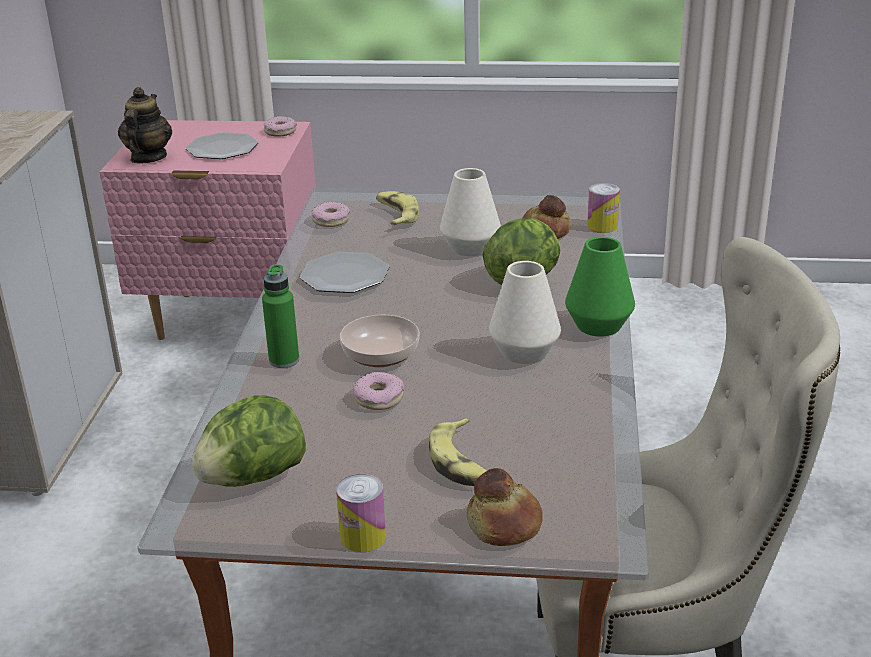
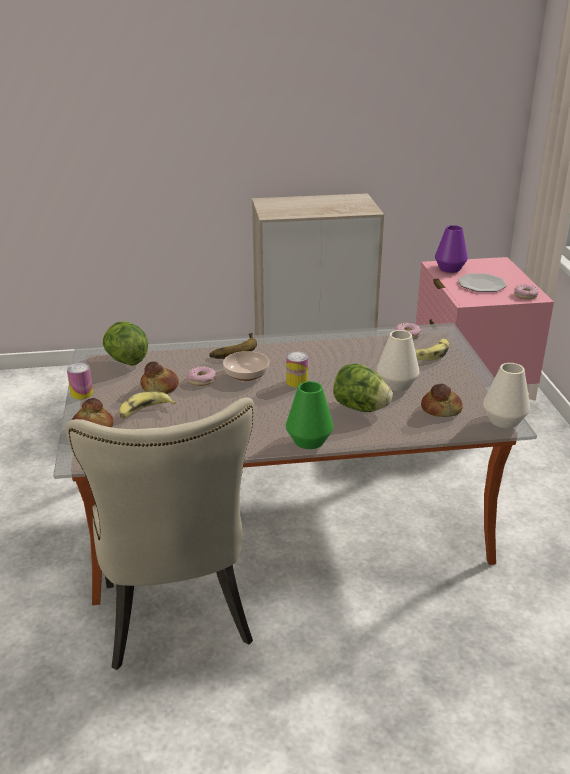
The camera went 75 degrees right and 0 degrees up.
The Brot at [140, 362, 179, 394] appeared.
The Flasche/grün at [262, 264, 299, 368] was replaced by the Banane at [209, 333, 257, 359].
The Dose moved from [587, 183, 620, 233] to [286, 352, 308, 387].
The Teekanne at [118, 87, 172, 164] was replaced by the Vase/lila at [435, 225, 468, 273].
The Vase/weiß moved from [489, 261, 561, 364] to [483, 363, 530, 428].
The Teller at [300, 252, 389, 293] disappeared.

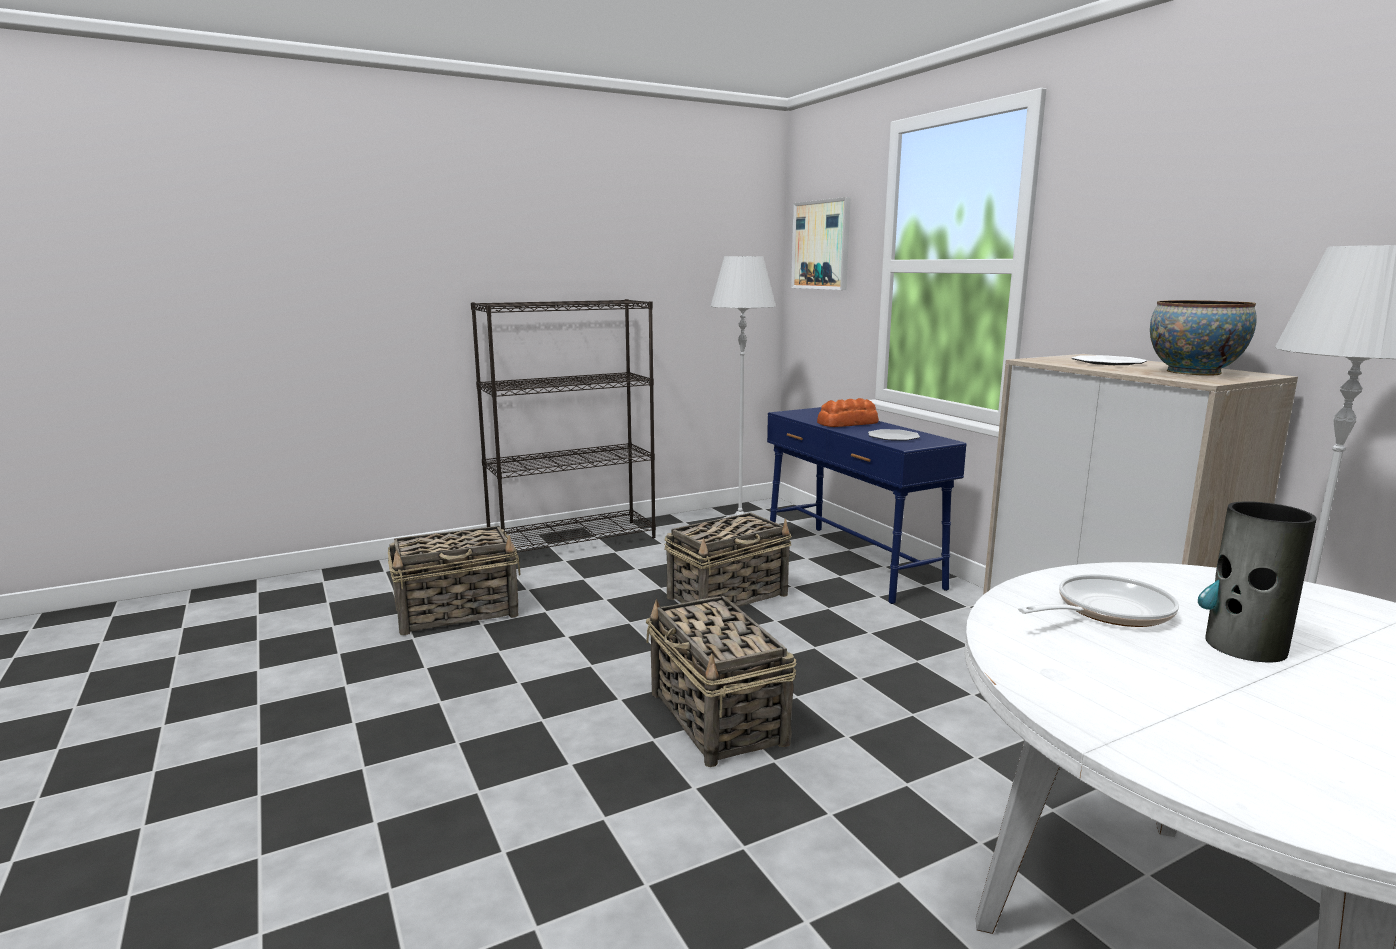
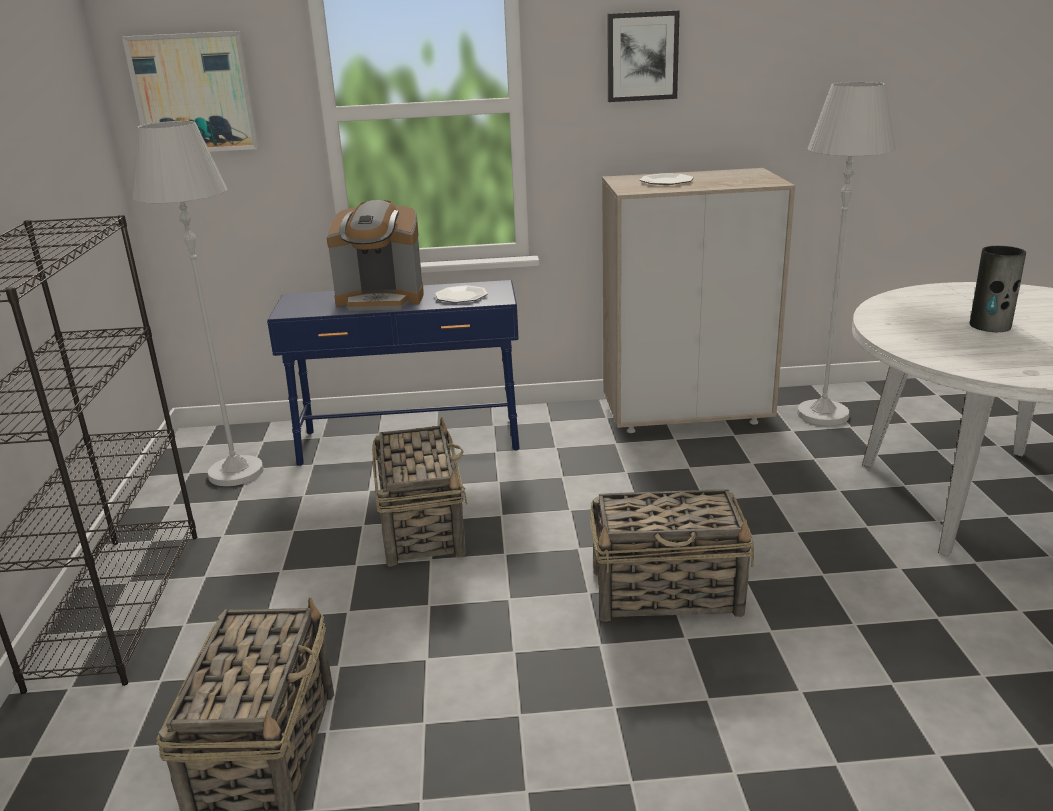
The camera went 65 degrees left and 10 degrees up.
The Brot at [817, 398, 879, 427] was replaced by the Kaffeemaschine at [327, 200, 424, 311].
The Bild at [608, 10, 680, 102] appeared.
The Pfanne at [1018, 574, 1179, 627] disappeared.
The Schüssel at [1150, 300, 1257, 375] disappeared.

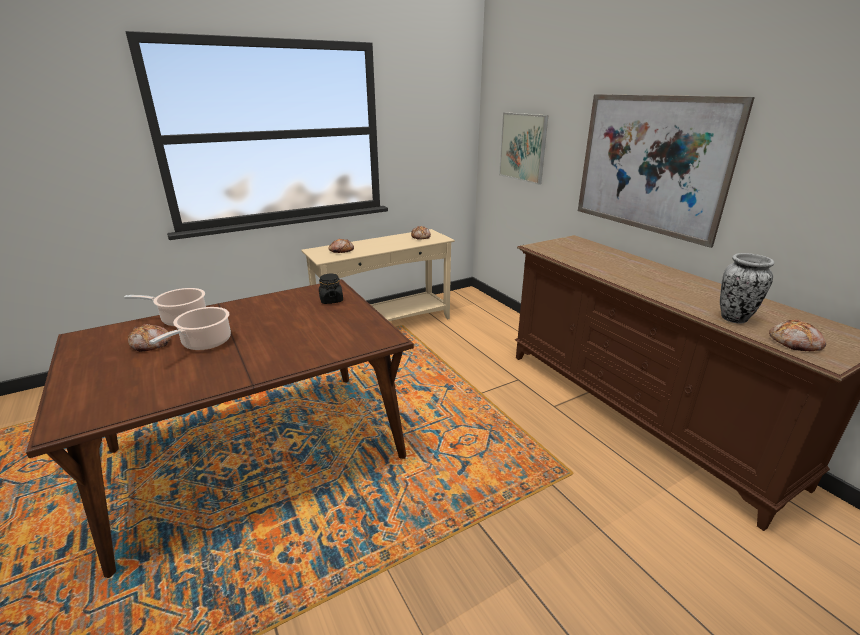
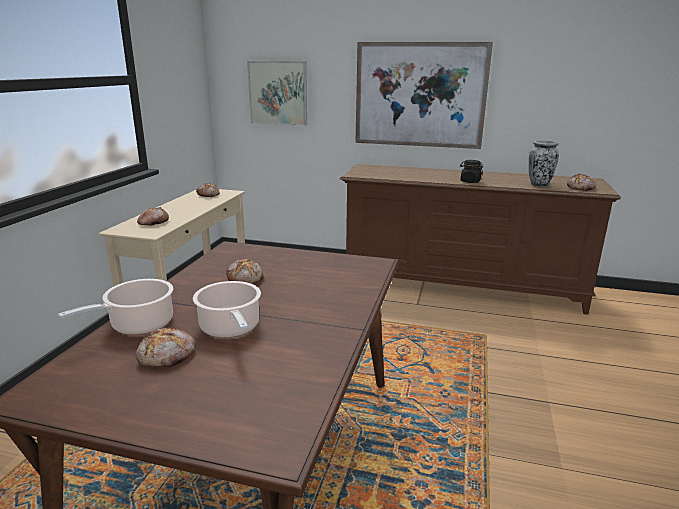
The camera went 45 degrees left and 5 degrees down.
The Brot at [226, 259, 263, 284] appeared.
The Vorratsglas/schwarz moved from [319, 274, 343, 304] to [460, 160, 483, 183].

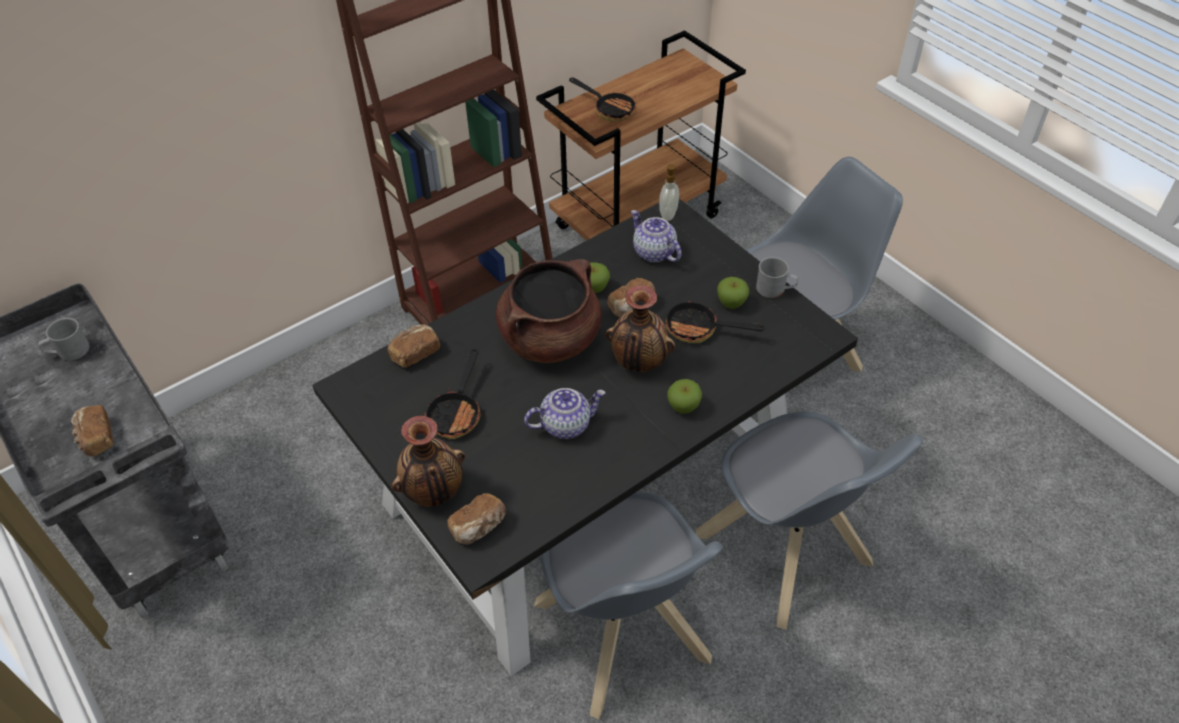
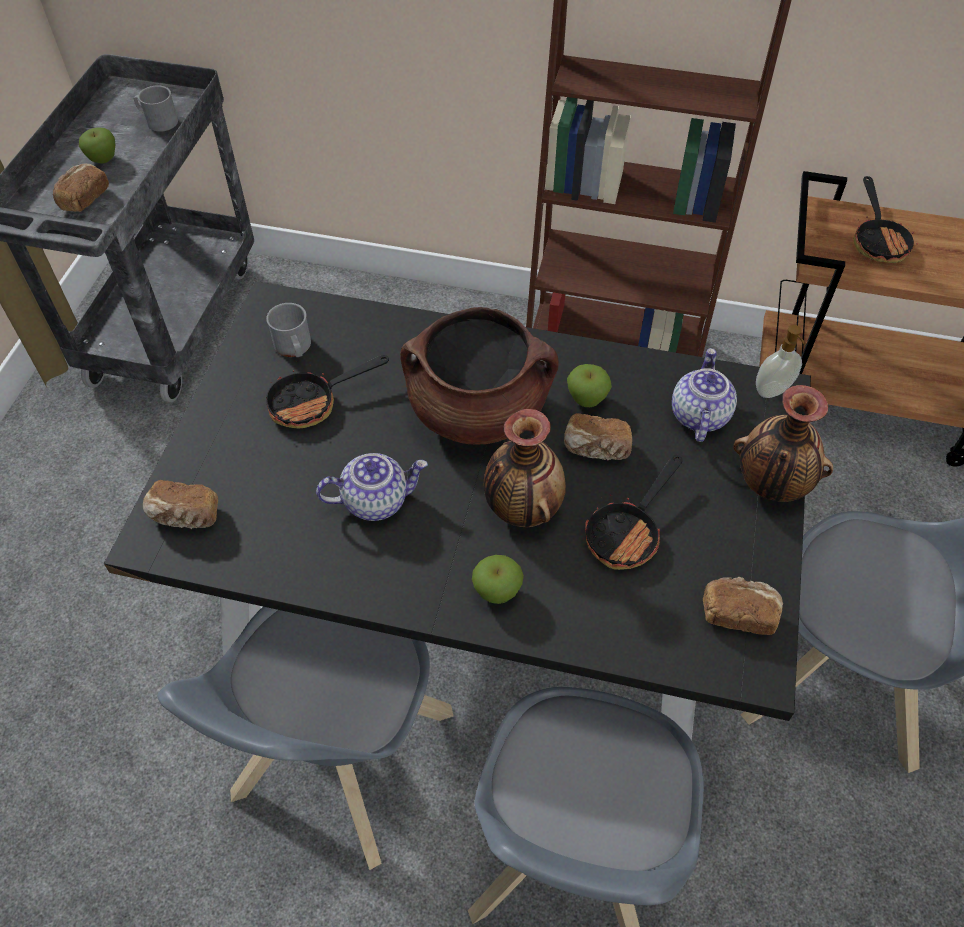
The camera went 50 degrees right and 5 degrees up.
The Apfel moved from [717, 277, 749, 309] to [79, 127, 116, 163].
The Henkelbecher/grau moved from [756, 257, 798, 298] to [266, 303, 311, 357].
The Teekanne at [524, 388, 605, 439] turned 45 degrees counterclockwise.
The Pfanne at [665, 300, 765, 343] turned 120 degrees counterclockwise.
The Brot moved from [387, 324, 440, 368] to [703, 577, 783, 635].
The Vase moved from [392, 416, 465, 506] to [733, 385, 833, 502].

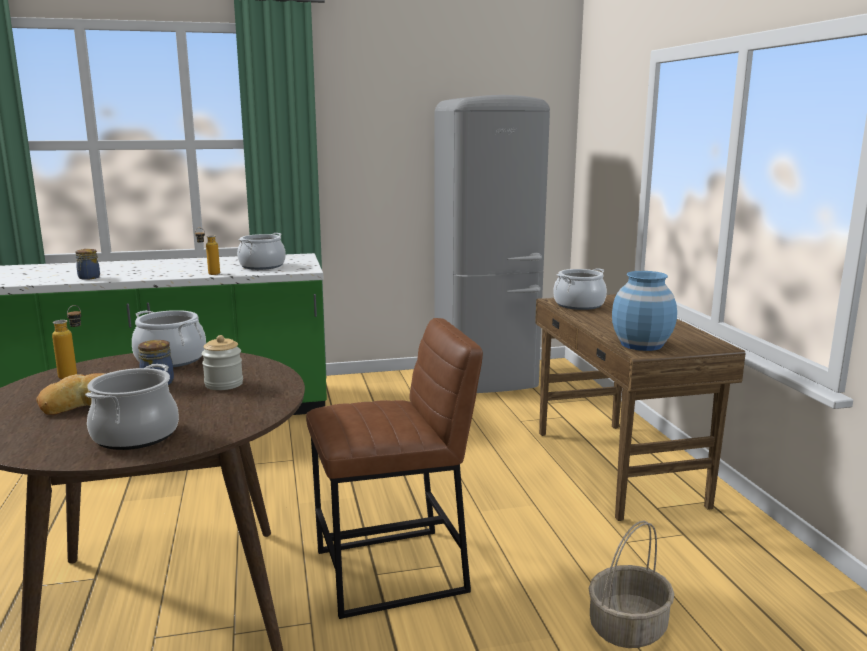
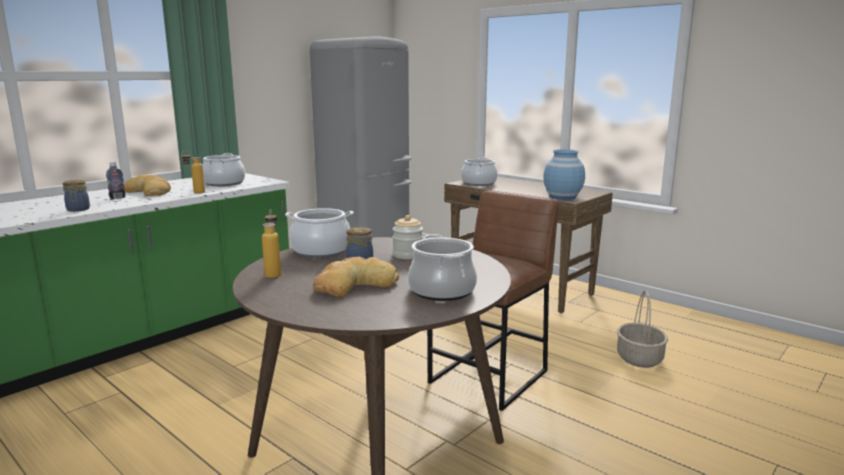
The camera went 35 degrees left and 0 degrees up.
The Flasche at [106, 162, 126, 199] appeared.
The Brot at [124, 175, 171, 196] appeared.

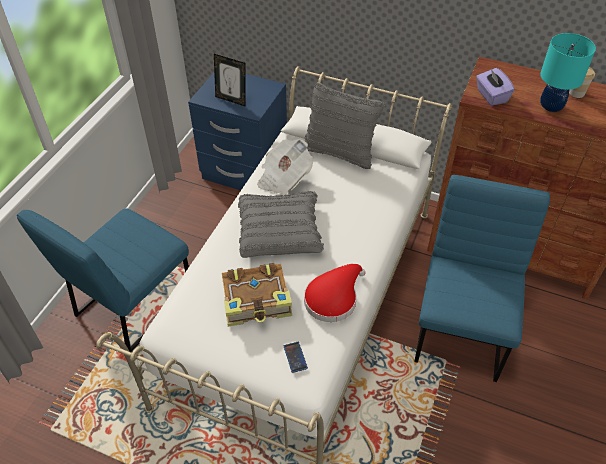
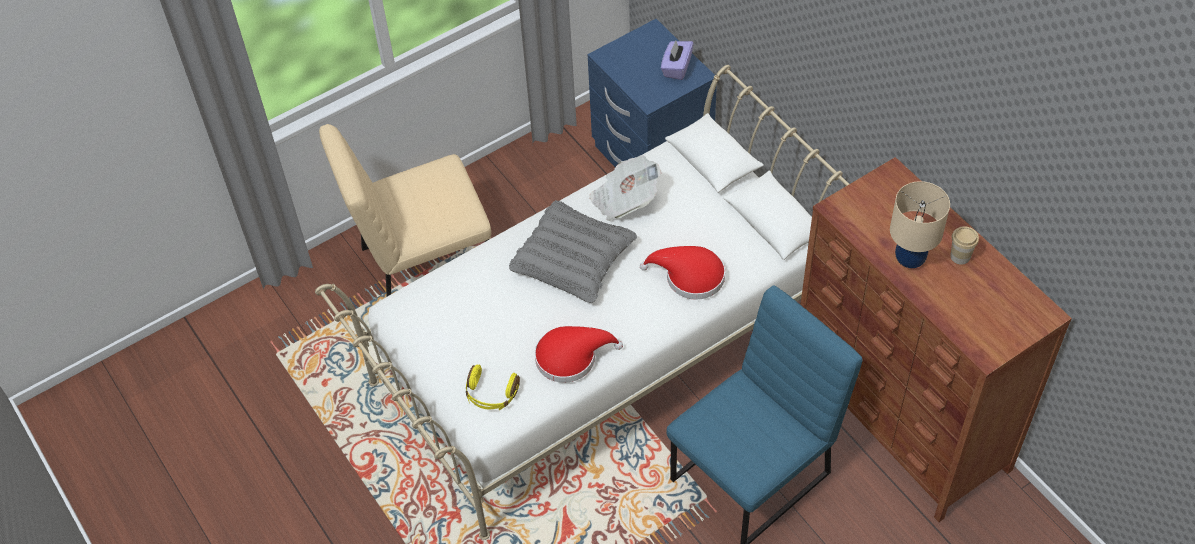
The camera went 35 degrees right and 5 degrees up.
The Stuhl/blau at [17, 209, 189, 352] became the Stuhl/beige at [319, 124, 491, 297].
The Handy at [284, 342, 308, 373] was replaced by the Kopfhörer/gelb at [466, 365, 520, 410].
The Hut/rot at [640, 246, 725, 300] appeared.
The Taschentuchbox/lila moved from [476, 68, 515, 106] to [661, 40, 694, 80].
The Tischlampe/türkis at [540, 33, 596, 112] became the Tischlampe/beige at [890, 181, 950, 268].
The Bilderrahmen at [214, 54, 246, 107] disappeared.
The Buch at [222, 263, 292, 326] disappeared.
The Kissen/grau at [305, 83, 386, 169] disappeared.

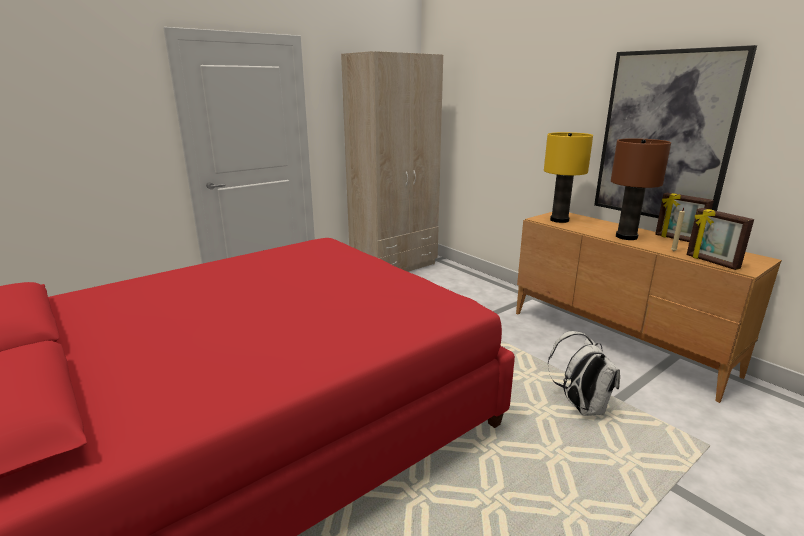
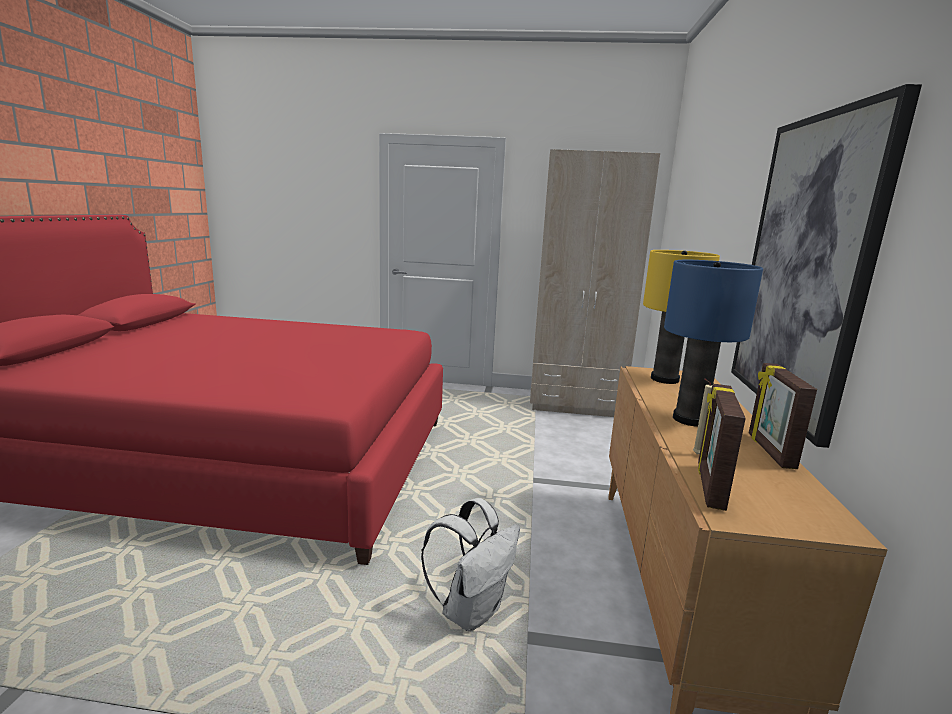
The camera went 45 degrees right and 5 degrees down.
The Tischlampe/braun at [611, 138, 671, 240] became the Tischlampe/blau at [664, 260, 763, 427].

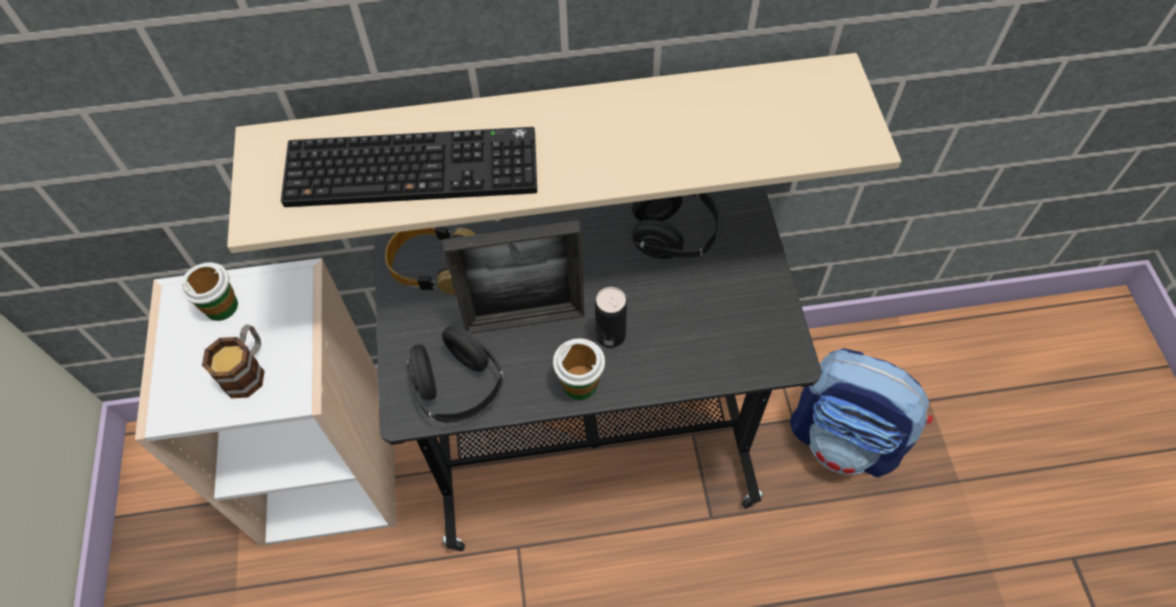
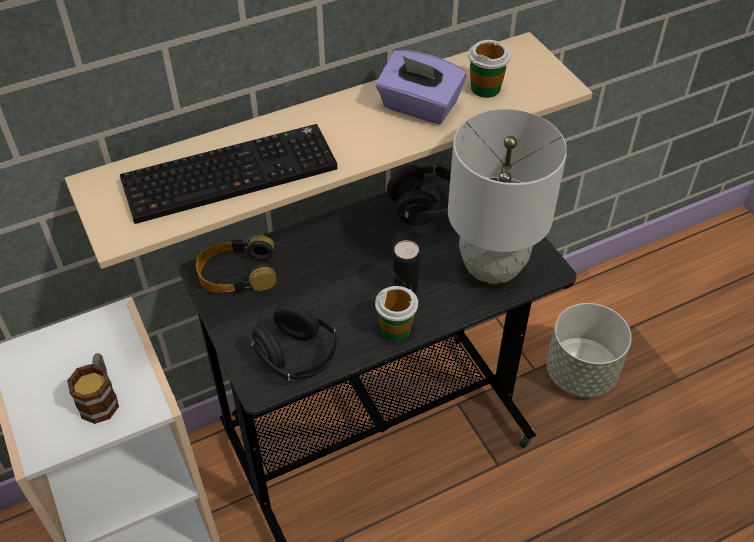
The camera went 20 degrees left and 10 degrees down.
The Taschentuchbox/lila at [376, 50, 467, 124] appeared.
The Tischlampe/weiß at [448, 109, 567, 289] appeared.
The Tasse moved from [180, 262, 238, 321] to [468, 40, 511, 98].
The Rucksack at [790, 348, 933, 477] was replaced by the Pflanzkübel/grau at [546, 303, 632, 398].
The Bilderrahmen at [443, 220, 584, 334] disappeared.

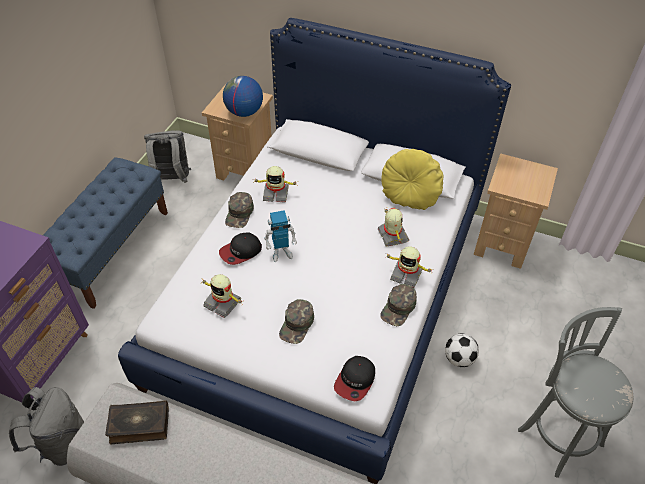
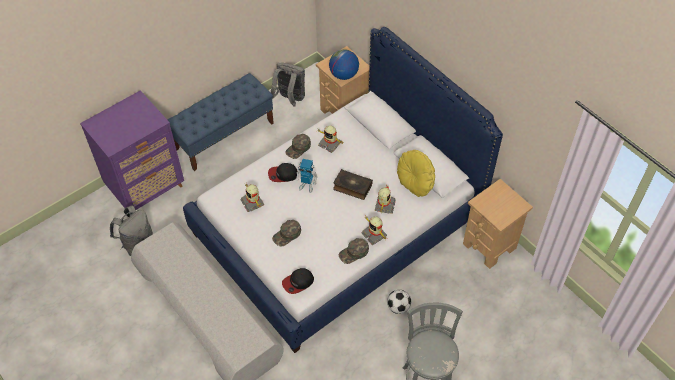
The camera went 30 degrees right and 5 degrees up.
The Buch moved from [105, 400, 169, 444] to [333, 169, 373, 200].

